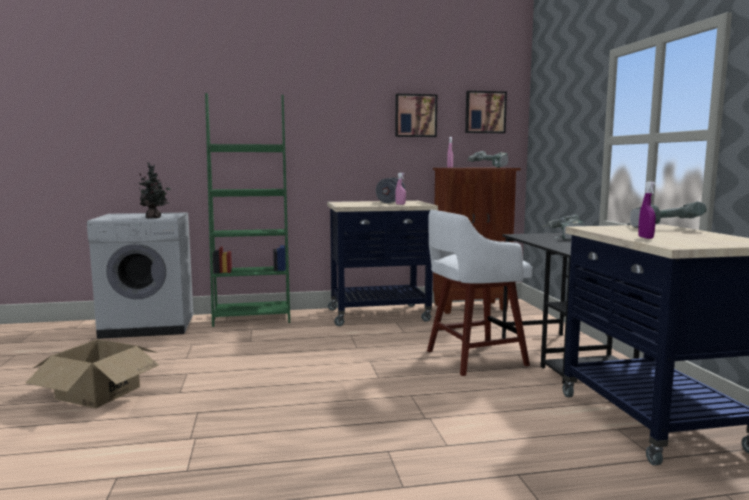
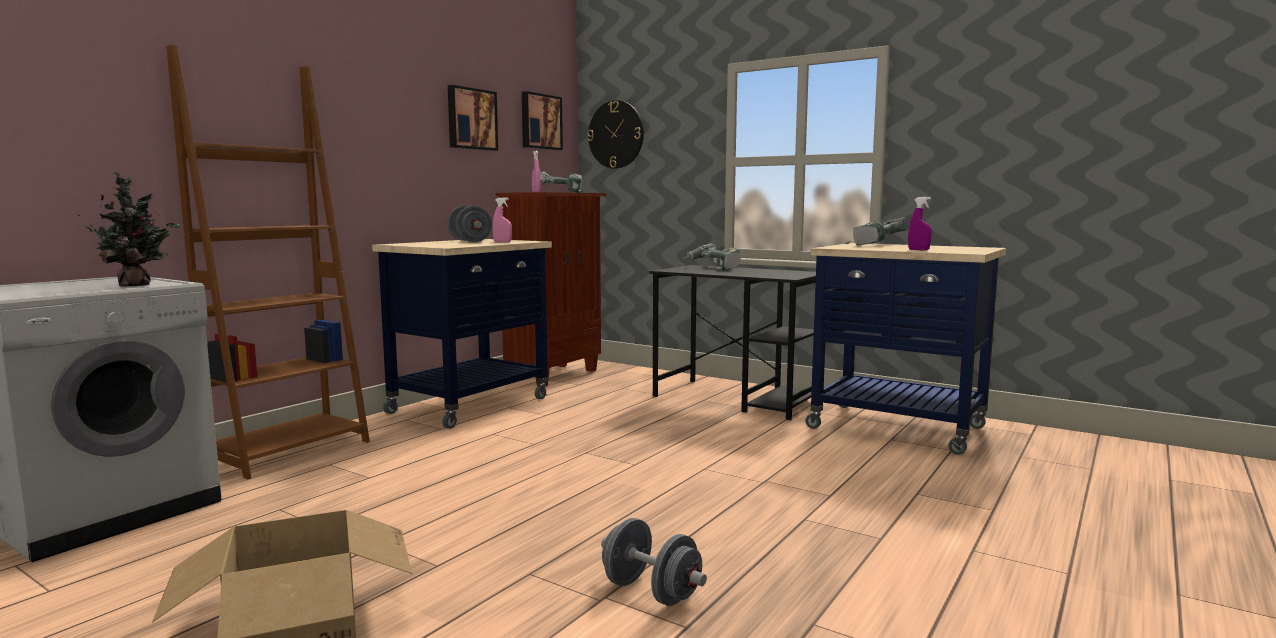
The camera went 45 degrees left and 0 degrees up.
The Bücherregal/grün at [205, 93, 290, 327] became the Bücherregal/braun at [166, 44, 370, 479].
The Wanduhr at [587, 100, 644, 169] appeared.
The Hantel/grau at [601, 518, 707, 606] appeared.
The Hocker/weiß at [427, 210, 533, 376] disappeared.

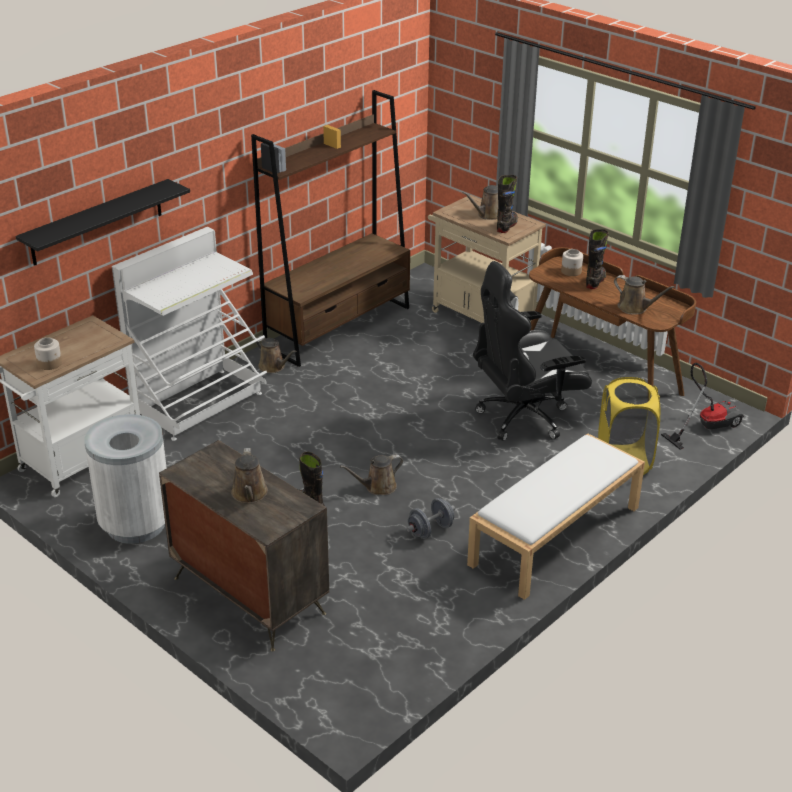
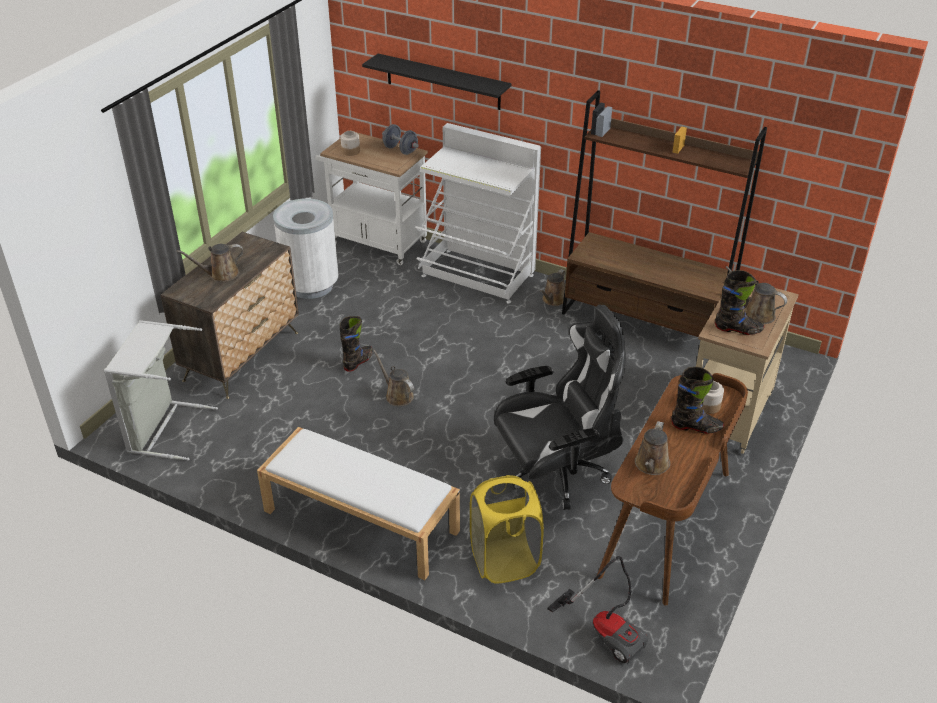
The camera went 75 degrees right and 5 degrees up.
The Wäschekorb/grau at [104, 320, 218, 460] appeared.
The Hantel/grau moved from [406, 498, 455, 539] to [382, 124, 419, 155].
The Bürostuhl/schwarz at [473, 261, 592, 441] turned 105 degrees clockwise.

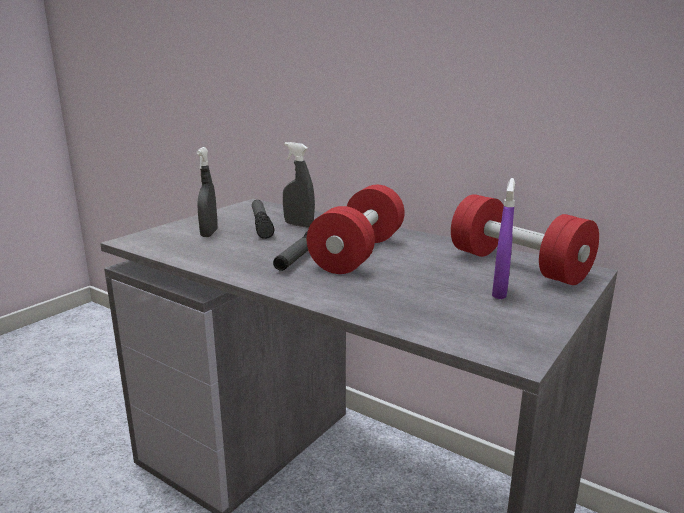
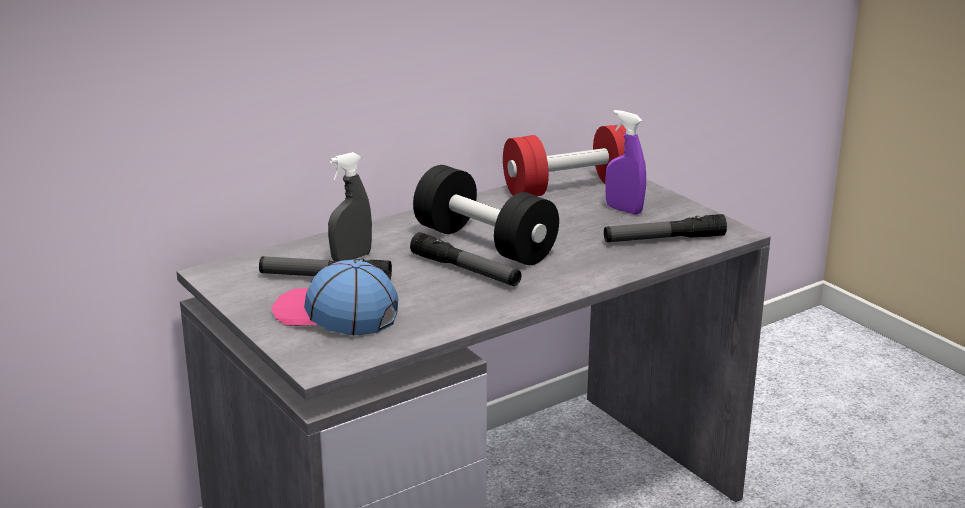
The camera went 70 degrees left and 5 degrees up.
The Sprühflasche/grau at [197, 147, 218, 237] was replaced by the Kappe at [271, 260, 398, 335].
The Hantel/rot at [307, 185, 404, 274] became the Hantel/schwarz at [413, 165, 559, 265].
The Taschenlampe at [604, 214, 727, 243] appeared.

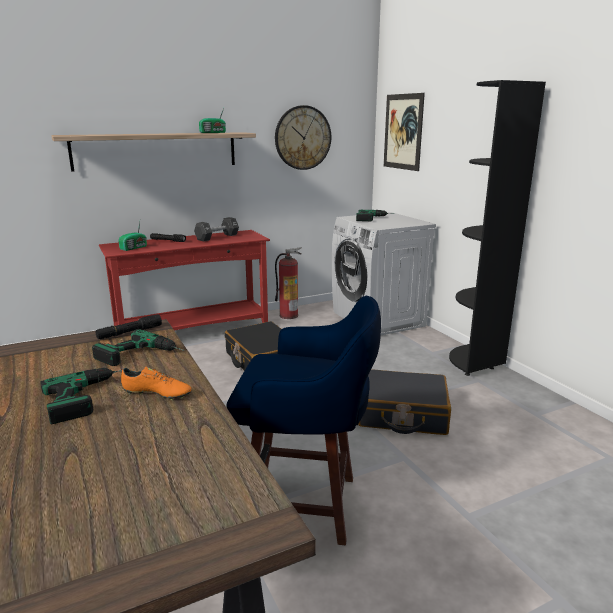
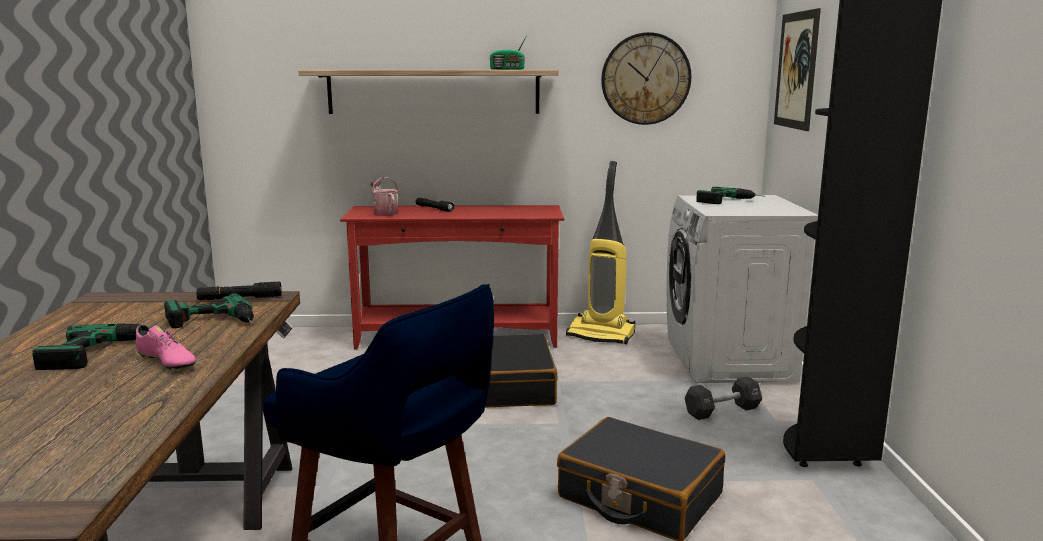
The camera went 25 degrees right and 5 degrees down.
The Schuh/orange at [121, 367, 192, 400] became the Schuh/rosa at [136, 325, 196, 371].
The Radio at [118, 222, 147, 251] was replaced by the Gießkanne at [370, 177, 399, 216].
The Feuerlöscher at [275, 247, 302, 319] was replaced by the Staubsauger at [566, 161, 635, 345].
The Hantel/schwarz moved from [194, 217, 239, 241] to [685, 376, 762, 420].

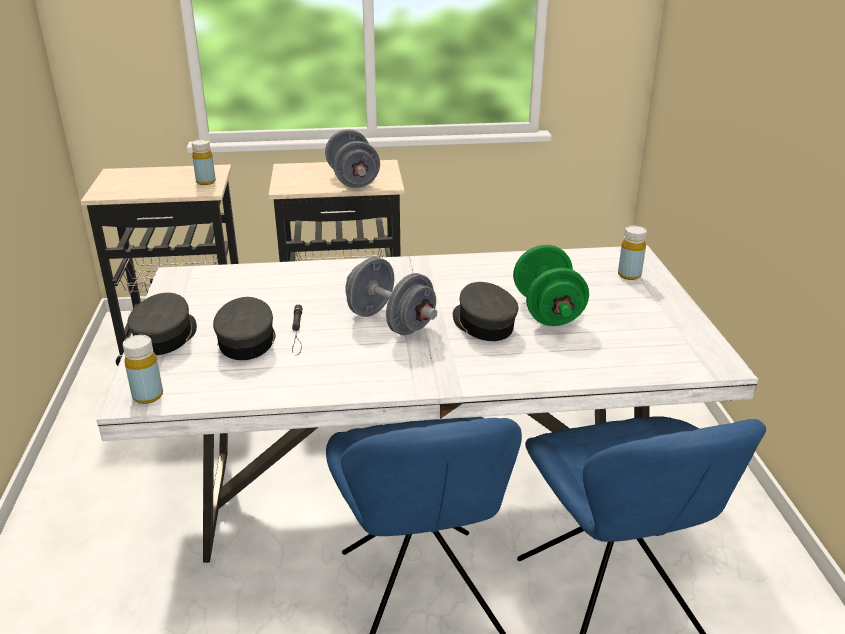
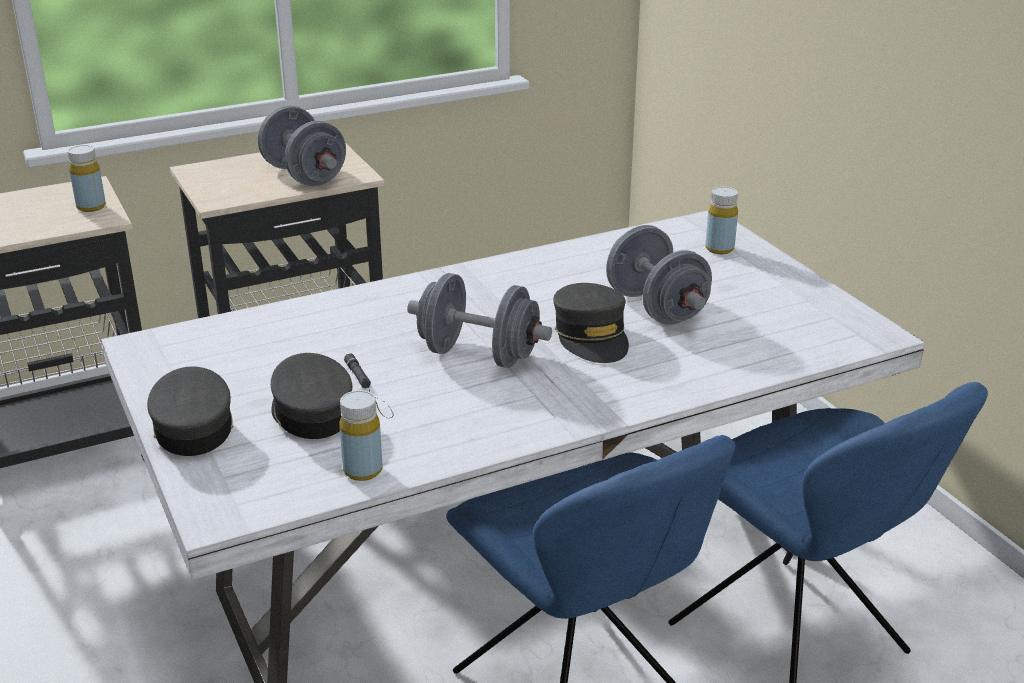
The camera went 20 degrees left and 0 degrees up.
The Flasche/gelb moved from [123, 335, 163, 404] to [339, 390, 382, 481].
The Kappe/grau at [453, 282, 518, 341] turned 150 degrees counterclockwise.
The Hantel/grün at [513, 245, 589, 326] became the Hantel/grau at [606, 225, 712, 325].

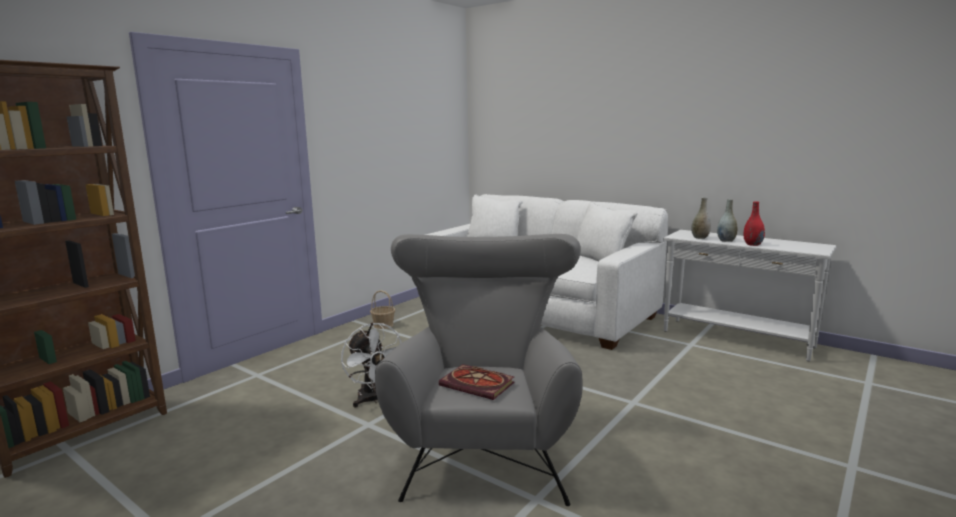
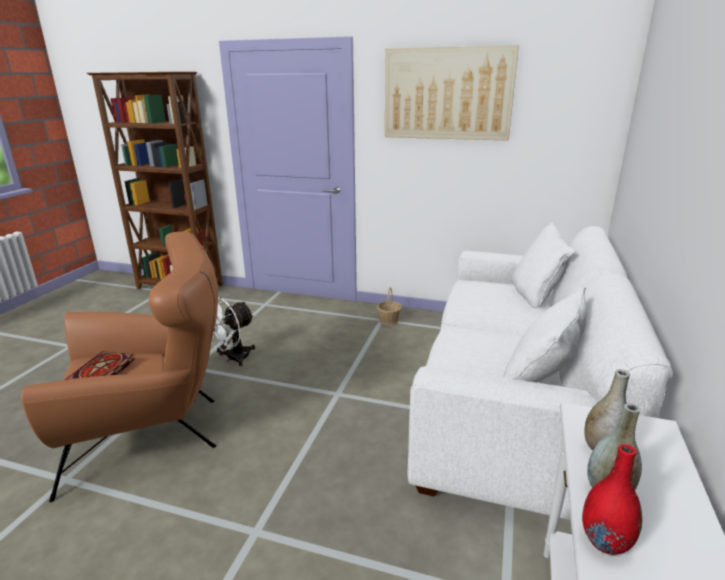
The camera went 70 degrees right and 10 degrees up.
The Sessel/grau at [375, 234, 583, 506] became the Sessel/braun at [21, 232, 218, 502].
The Bild at [385, 46, 519, 141] appeared.

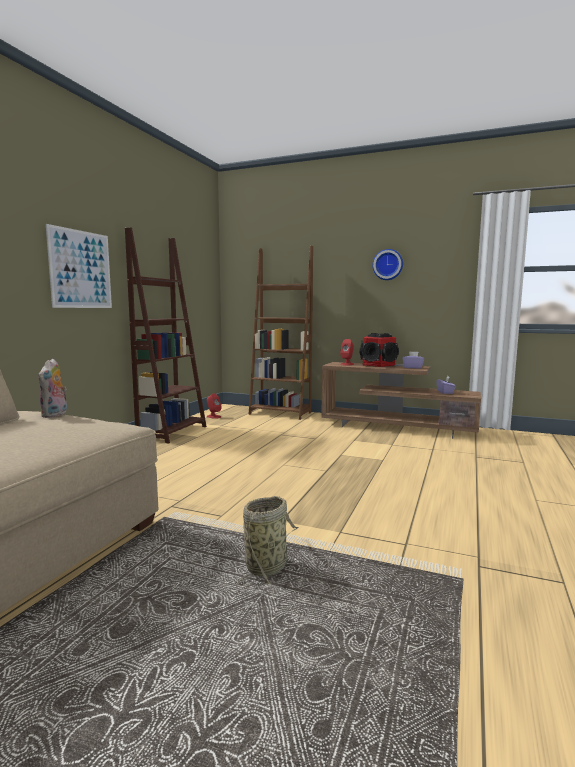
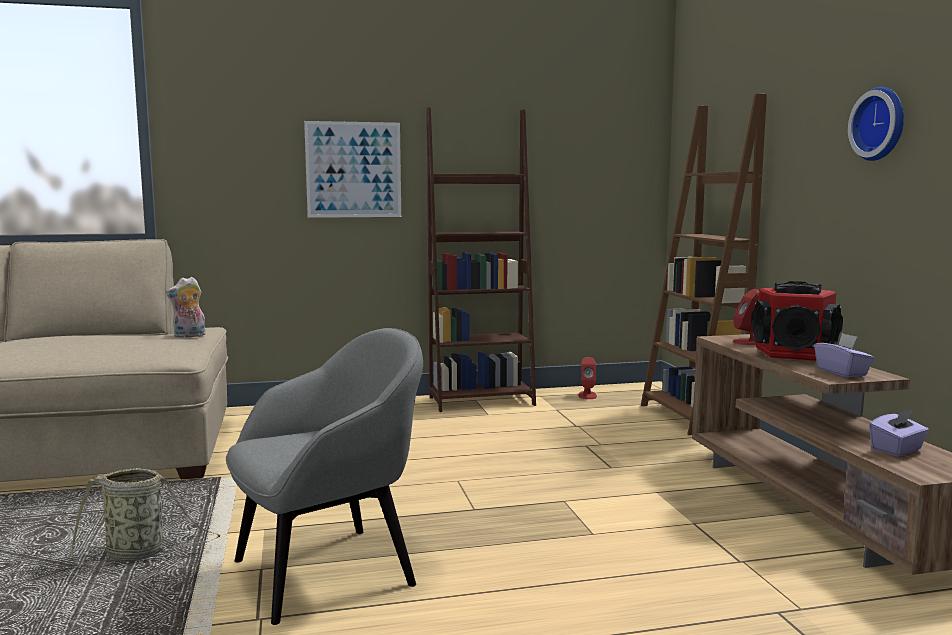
The camera went 55 degrees right and 0 degrees up.
The Sessel/grau at [226, 328, 423, 625] appeared.

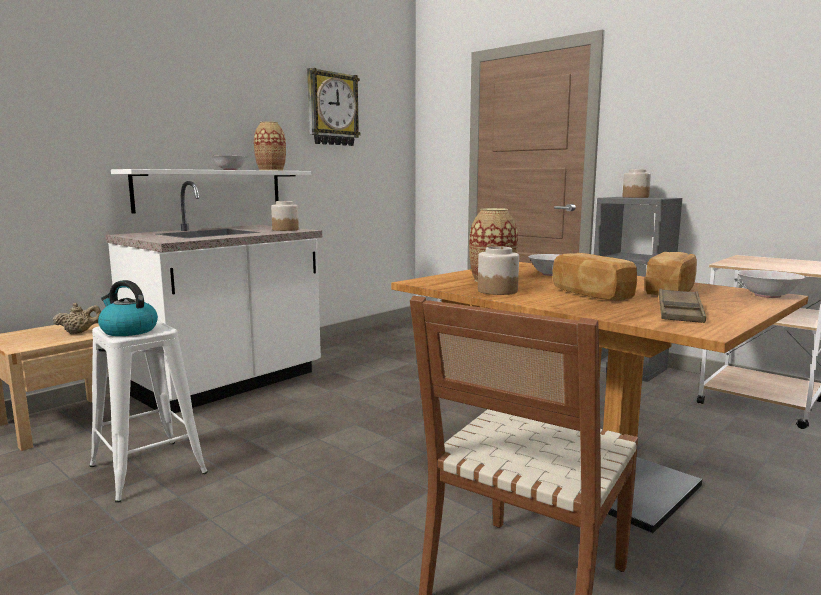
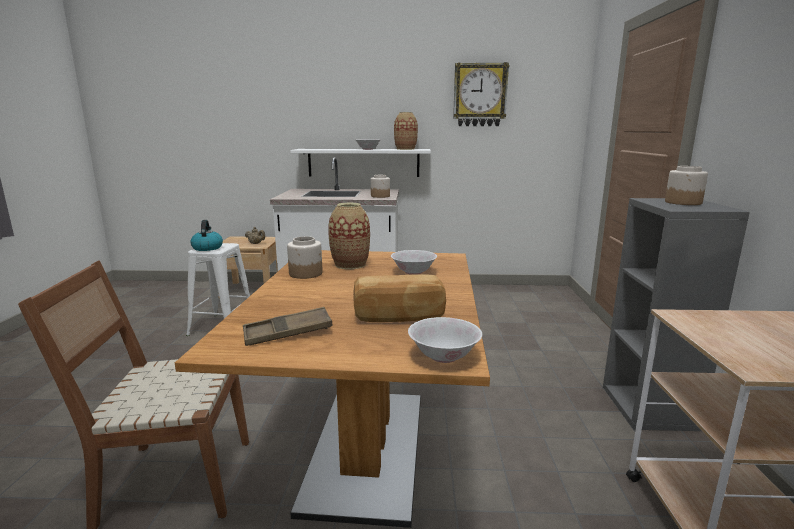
The camera went 50 degrees right and 5 degrees up.
The Brot at [553, 253, 637, 301] disappeared.

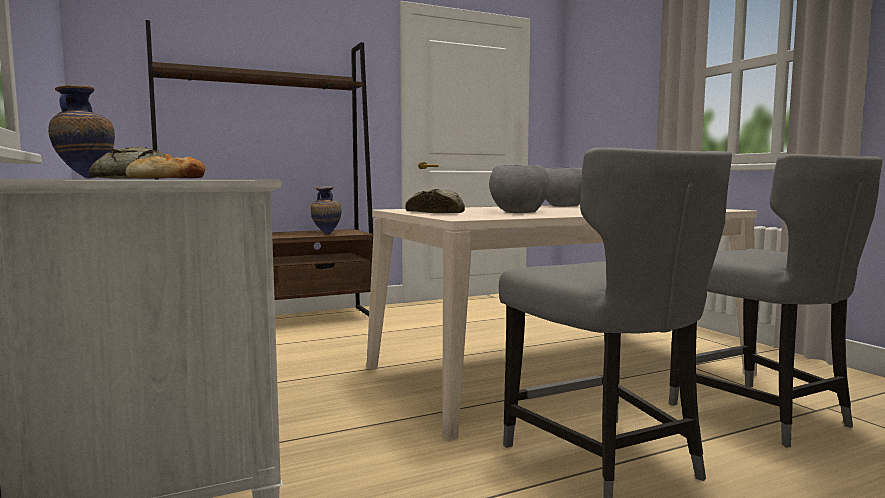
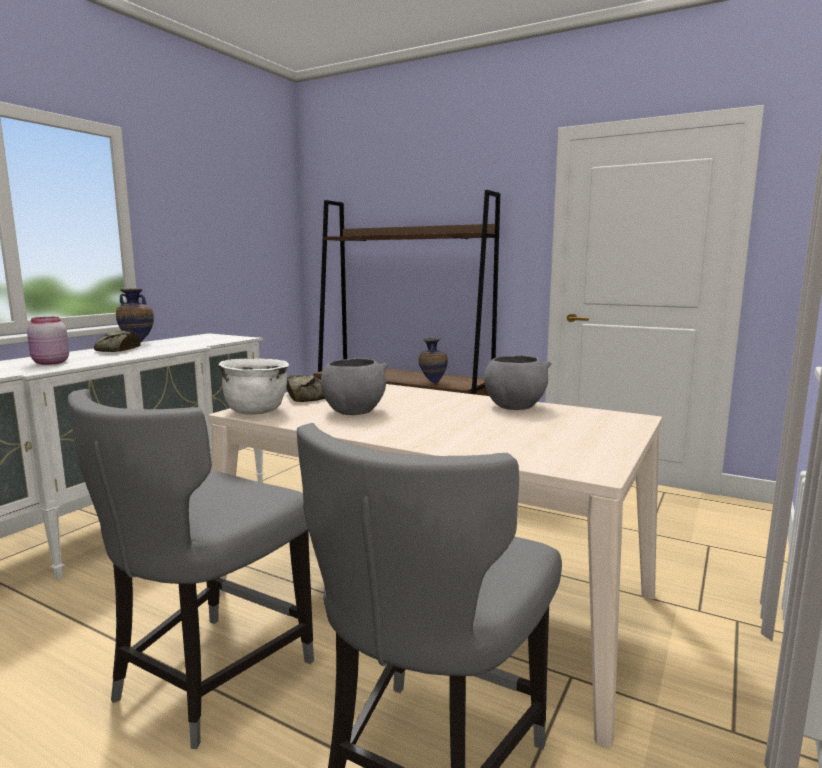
The camera went 55 degrees right and 5 degrees up.
The Brot at [125, 154, 205, 179] was replaced by the Vorratsglas/rosa at [27, 317, 69, 365].
The Kochtopf/weiß at [219, 359, 289, 415] appeared.

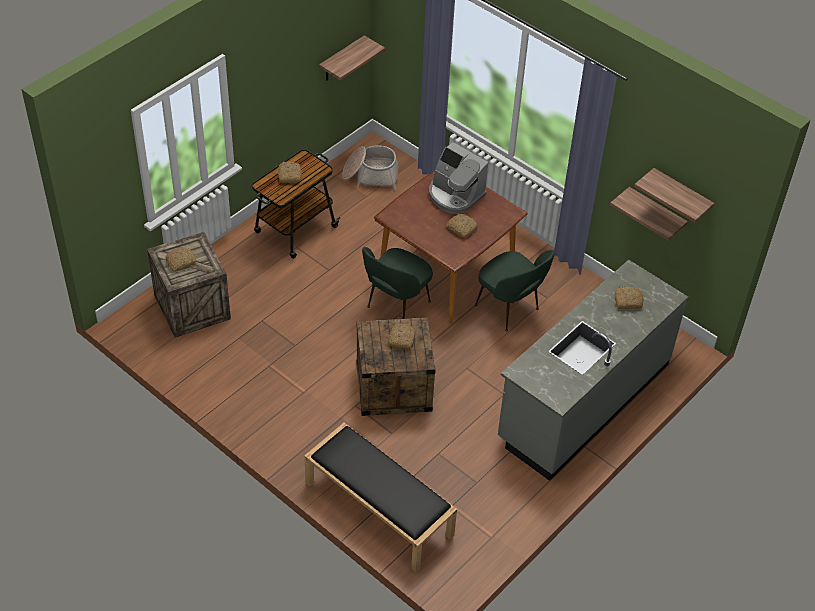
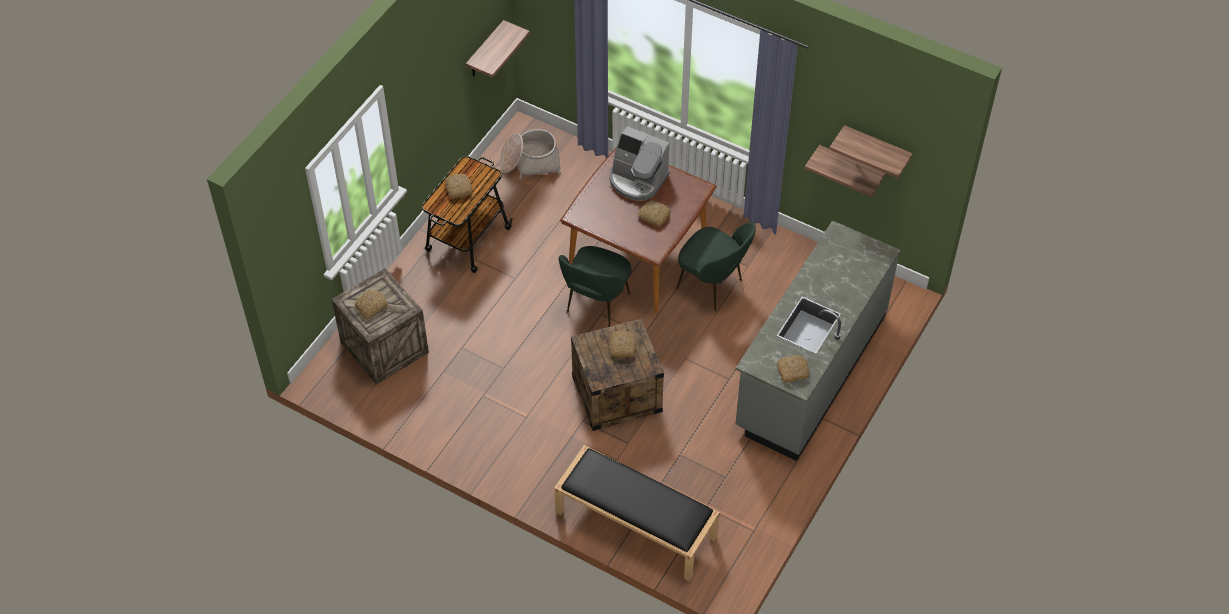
The camera went 10 degrees left and 5 degrees up.
The Brot moved from [615, 286, 644, 309] to [777, 355, 810, 382].

